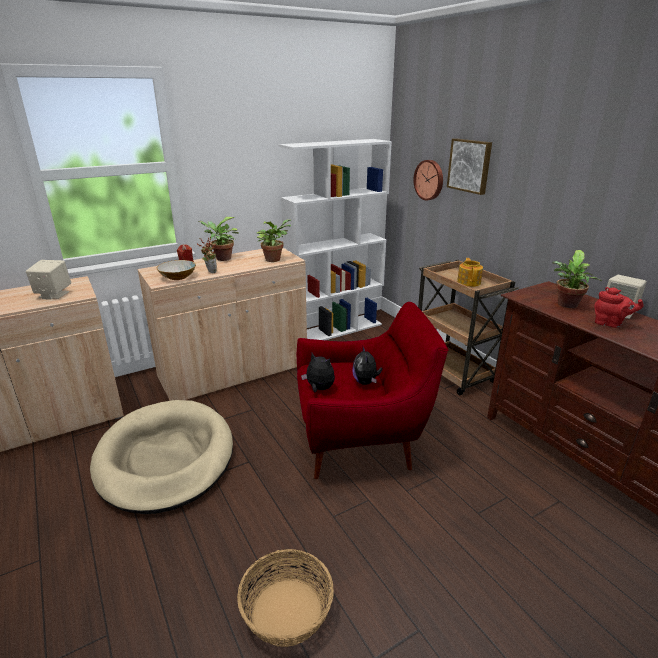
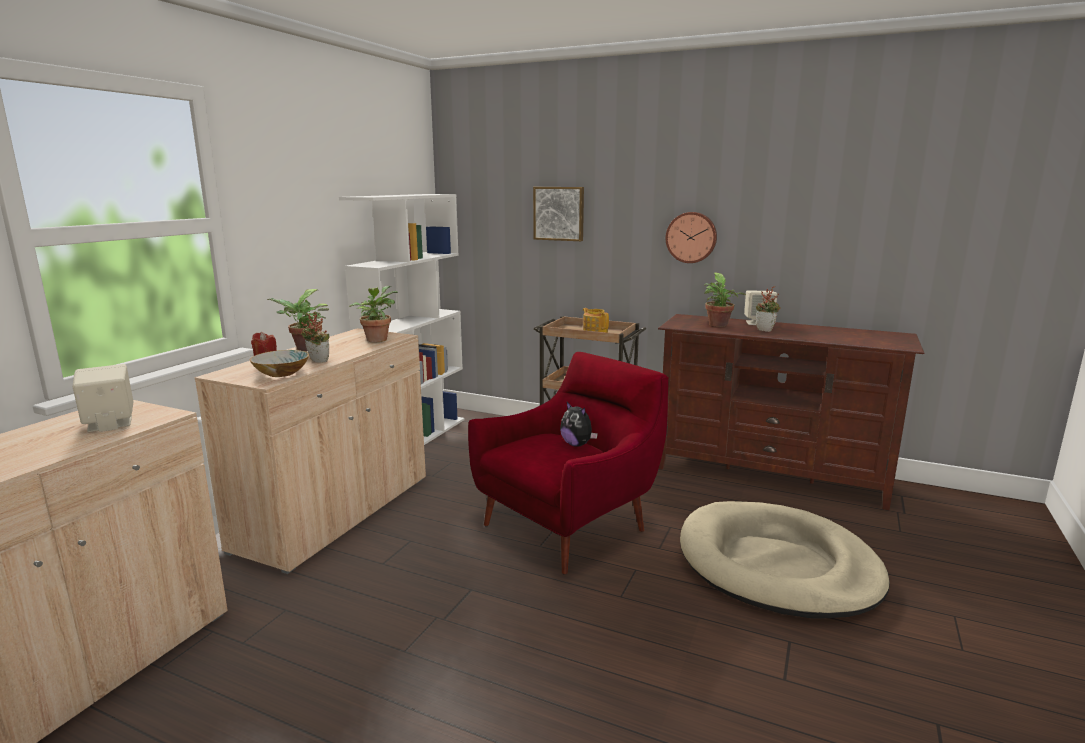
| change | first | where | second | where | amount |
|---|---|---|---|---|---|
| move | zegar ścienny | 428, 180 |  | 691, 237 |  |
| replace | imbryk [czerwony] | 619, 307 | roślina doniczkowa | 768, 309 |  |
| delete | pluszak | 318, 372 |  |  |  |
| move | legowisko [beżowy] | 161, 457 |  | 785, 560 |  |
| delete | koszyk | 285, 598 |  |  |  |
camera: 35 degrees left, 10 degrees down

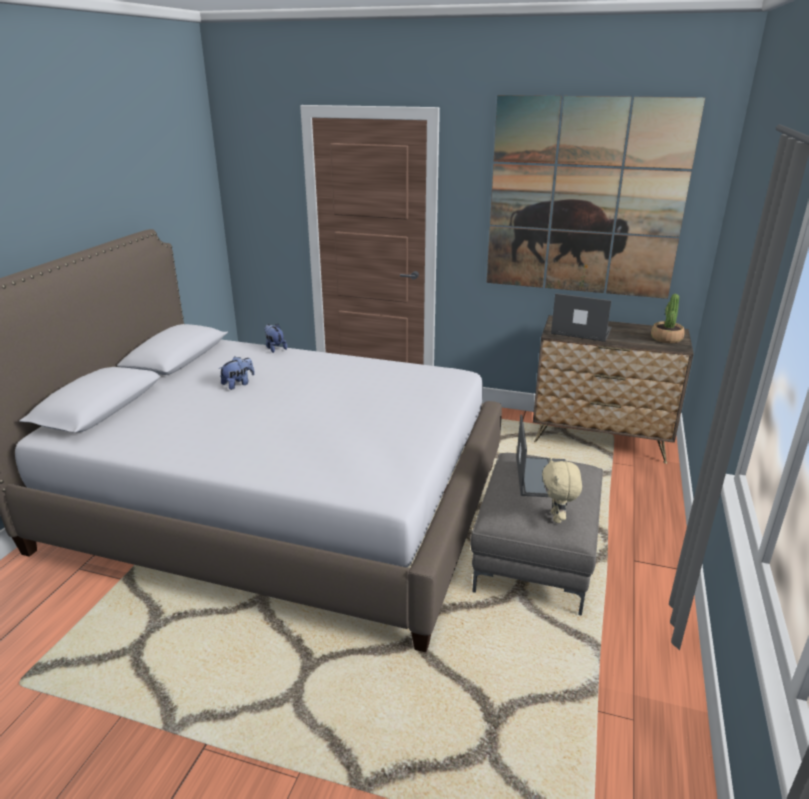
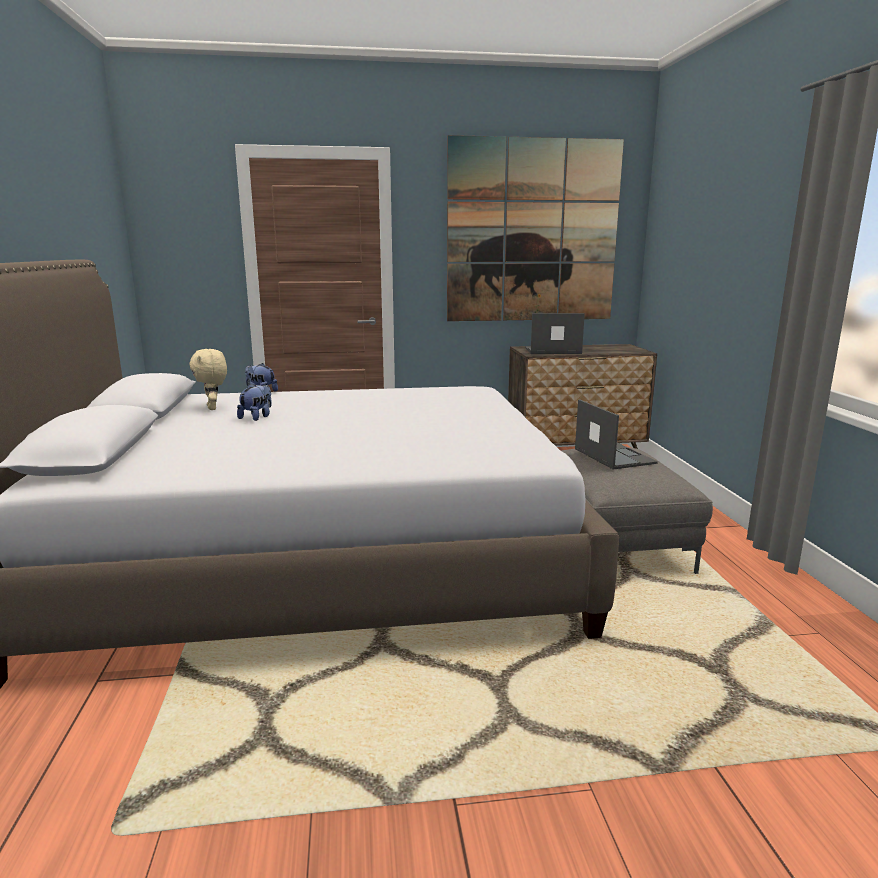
| change | first | where | second | where | amount |
|---|---|---|---|---|---|
| delete | roślina doniczkowa | 668, 318 |  |  |  |
| move | pluszak [beżowy] | 562, 490 |  | 208, 379 |  |
camera: 25 degrees left, 10 degrees down

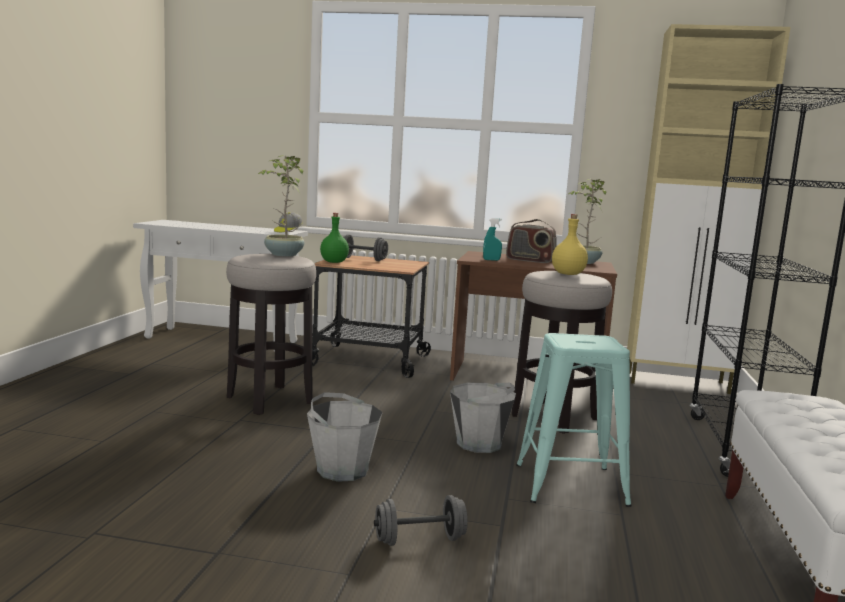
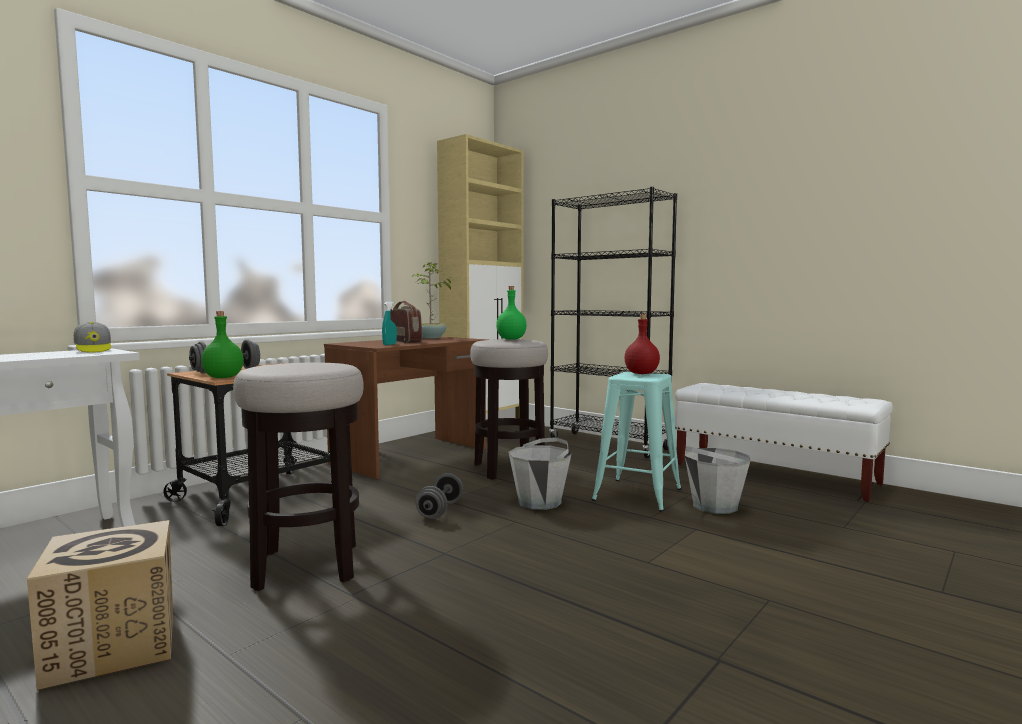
| change | first | where | second | where | amount |
|---|---|---|---|---|---|
| delete | roślina doniczkowa | 281, 206 |  |  |  |
| recolor | butelka [żółty] | 570, 244 | butelka [zielony] | 511, 313 |  |
| rotate | radio | 531, 241 |  | 406, 321 | 90 degrees counterclockwise |
| move | wiadro [szary] | 345, 437 |  | 718, 480 |  |
| move | hantel [szary] | 421, 520 |  | 440, 496 |  |
| insert |  |  | butelka [czerwony] | 642, 344 |  |
| insert |  |  | karton | 100, 605 |  |
camera: 60 degrees left, 5 degrees down

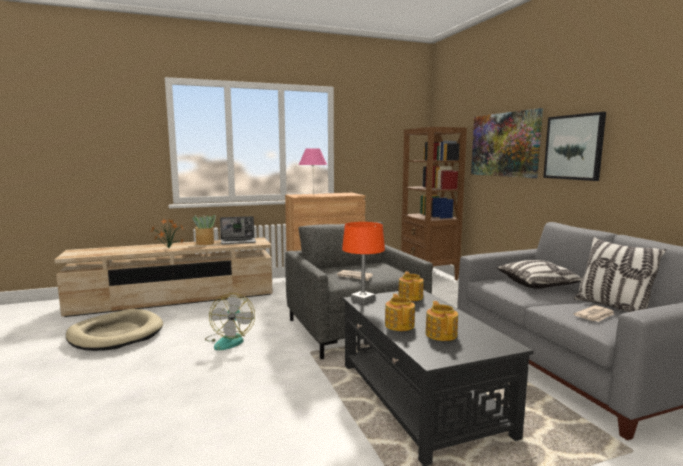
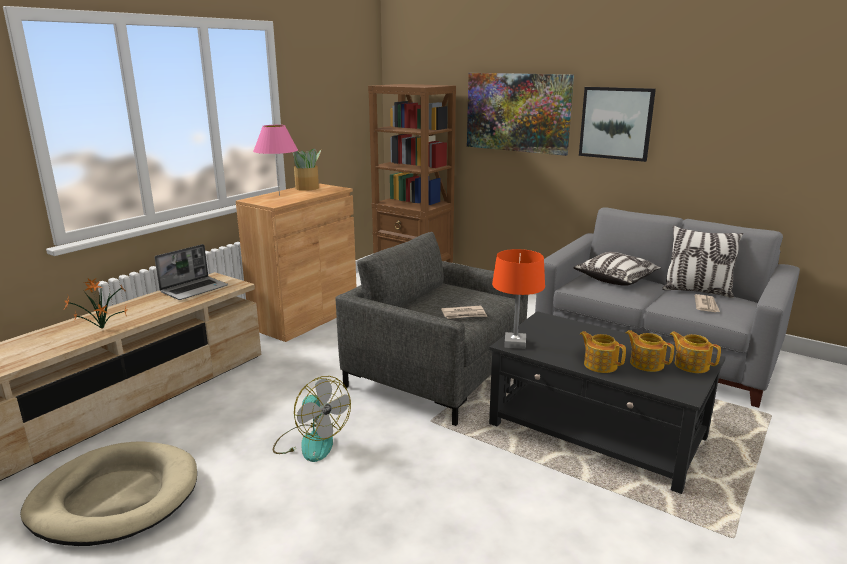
| change | first | where | second | where | amount |
|---|---|---|---|---|---|
| move | roślina doniczkowa | 204, 230 |  | 306, 169 |  |
| move | imbryk | 411, 286 |  | 695, 352 |  |
camera: 35 degrees left, 10 degrees up

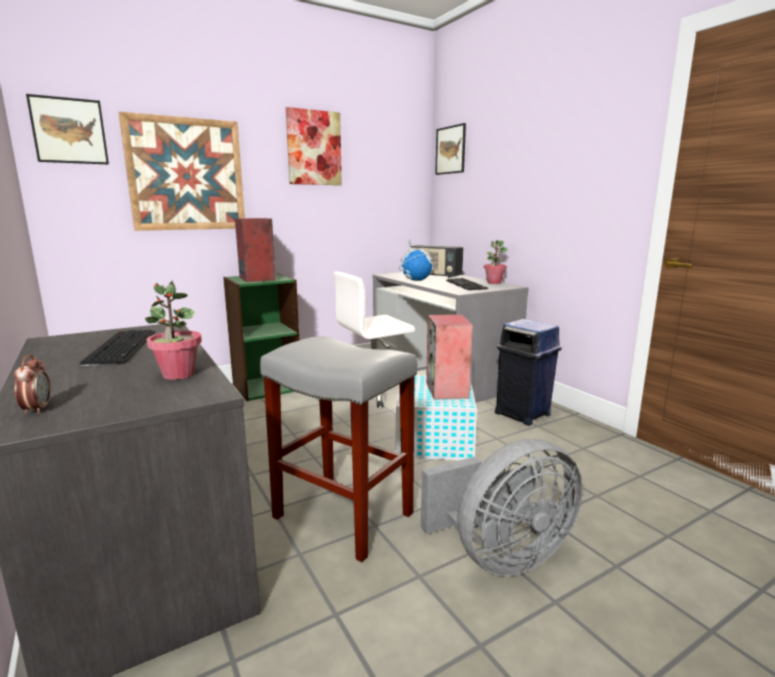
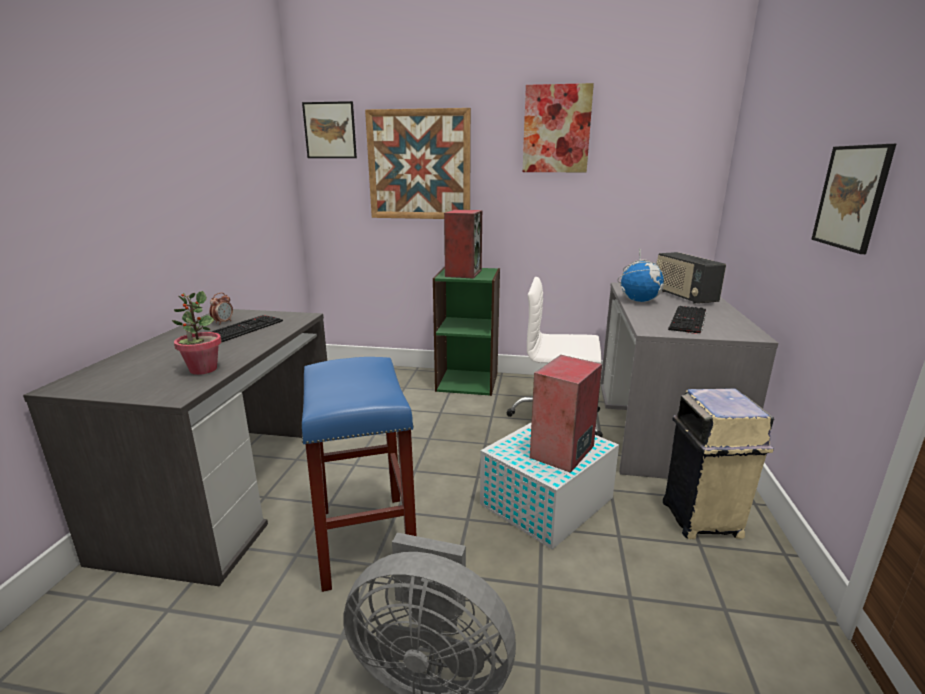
| change | first | where | second | where | amount |
|---|---|---|---|---|---|
| move | obraz | 450, 149 |  | 853, 199 |  |
| delete | roślina doniczkowa | 496, 262 |  |  |  |
| recolor | kosz na śmieci [niebieski] | 528, 372 | kosz na śmieci [beżowy] | 718, 463 |  |
| recolor | stołek [szary] | 338, 449 | stołek [niebieski] | 359, 474 |  |
| move | budzik | 32, 384 |  | 221, 308 |  |
camera: 40 degrees right, 5 degrees up

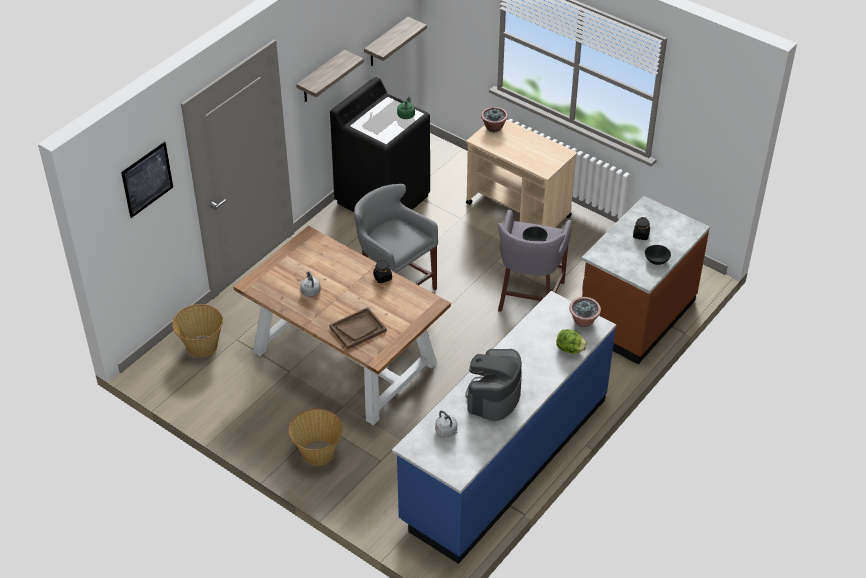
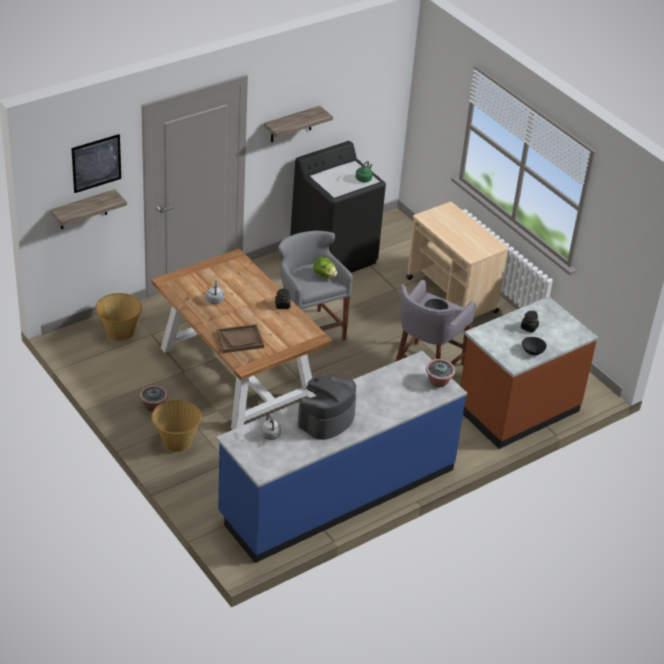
| change | first | where | second | where | amount |
|---|---|---|---|---|---|
| move | półka | 395, 41 |  | 88, 209 |  |
| move | roślina doniczkowa | 494, 119 |  | 154, 399 |  |
| move | sałata | 571, 341 |  | 325, 268 |  |
camera: 15 degrees right, 5 degrees down

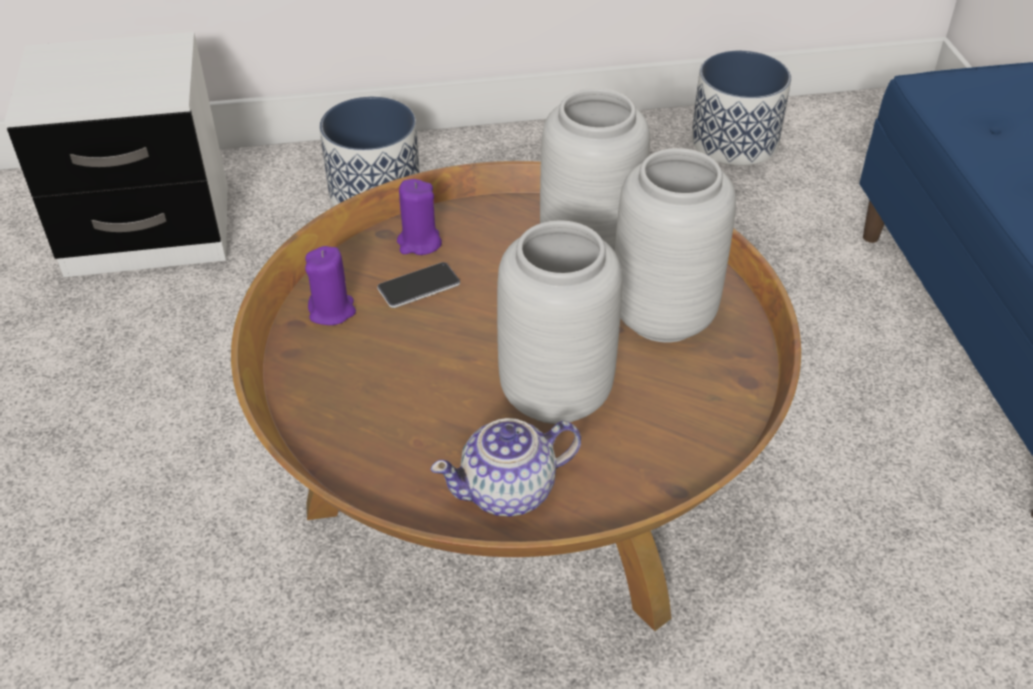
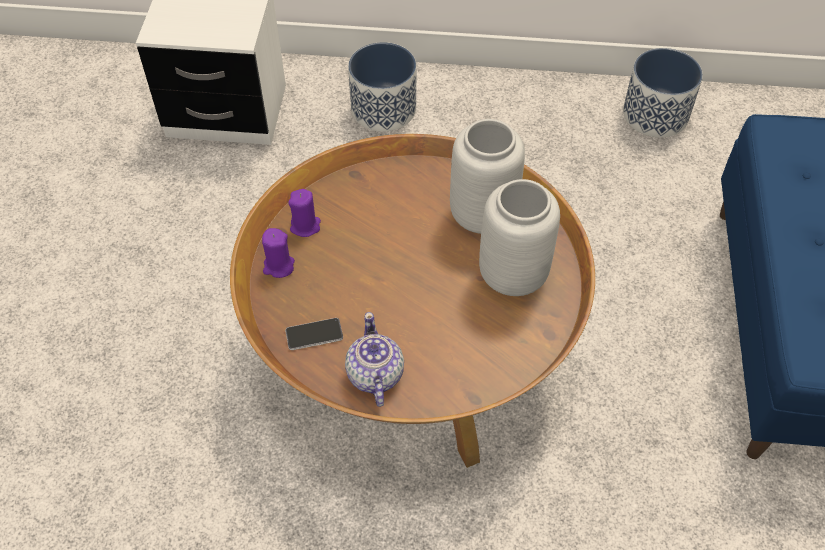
| change | first | where | second | where | amount |
|---|---|---|---|---|---|
| move | świeca [fioletowy] | 419, 217 |  | 278, 253 |  |
| delete | wazon [szary] | 559, 322 |  |  |  |
| move | telefon | 418, 285 |  | 314, 334 |  |
| rotate | imbryk | 506, 467 |  | 374, 359 | 90 degrees clockwise |
camera: 15 degrees right, 10 degrees up

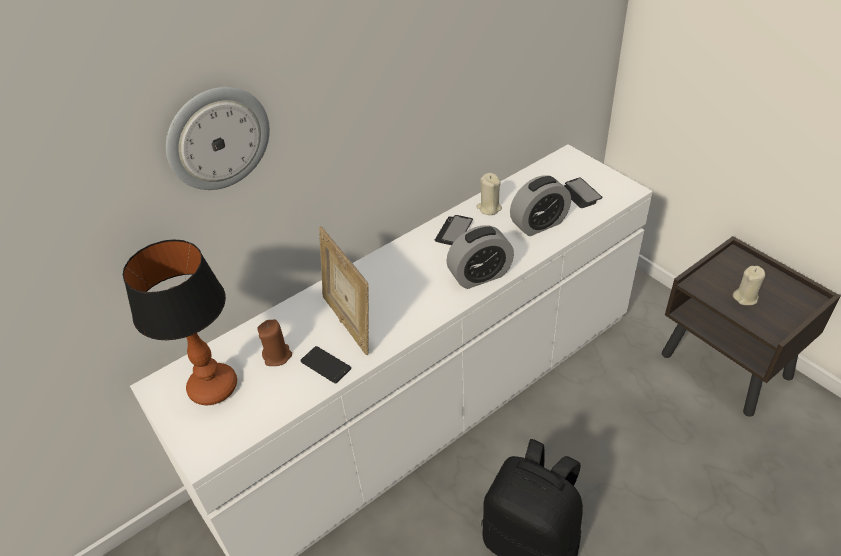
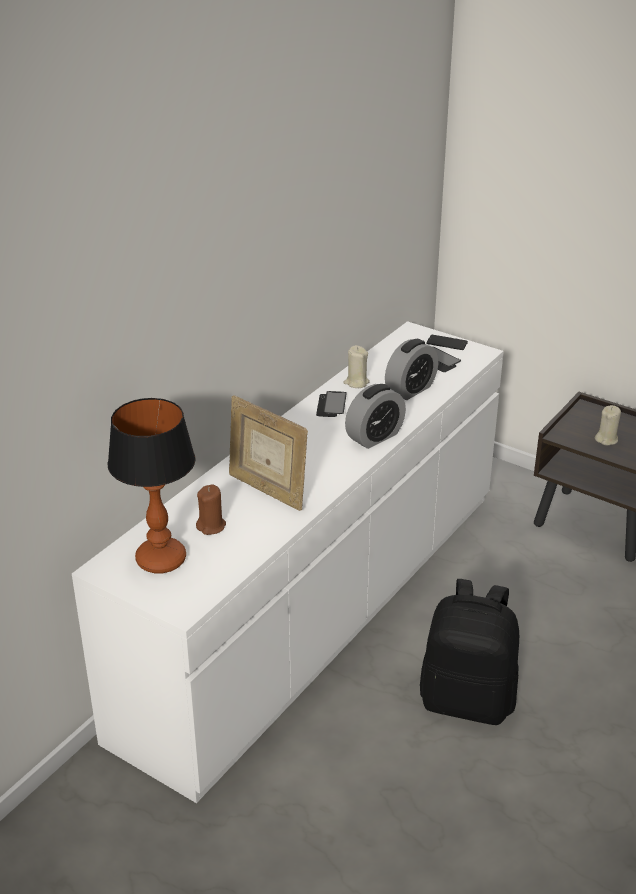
| change | first | where | second | where | amount |
|---|---|---|---|---|---|
| delete | zegar ścienny | 218, 138 |  |  |  |
| move | telefon | 325, 364 |  | 447, 342 |  |
camera: 20 degrees left, 10 degrees down

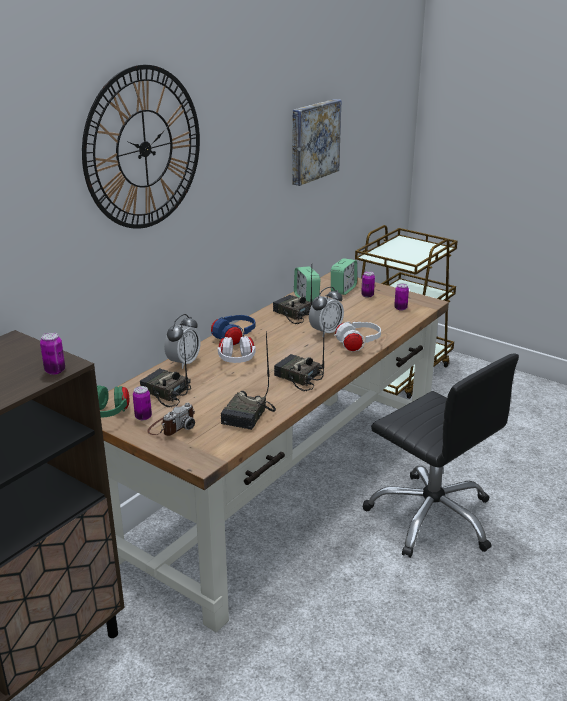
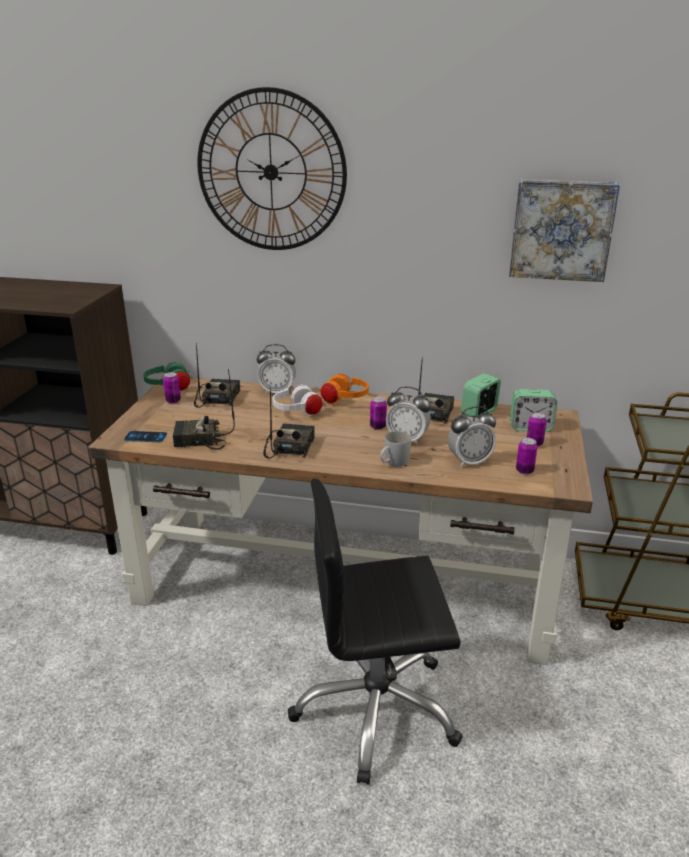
| change | first | where | second | where | amount |
|---|---|---|---|---|---|
| recolor | słuchawki [niebieski] | 233, 330 | słuchawki [pomarańczowy] | 344, 389 |  |
| replace | słuchawki [biały] | 357, 337 | kubek [biały] | 395, 449 |  |
| move | puszka | 52, 353 |  | 378, 413 |  |
| rotate | krzesło biurowe [czarny] | 441, 455 |  | 375, 632 | 60 degrees clockwise |
| delete | aparat fotograficzny | 171, 419 |  |  |  |
| insert |  |  | budzik | 472, 437 |  |
| insert |  |  | telefon | 145, 436 |  |
camera: 65 degrees right, 0 degrees up

